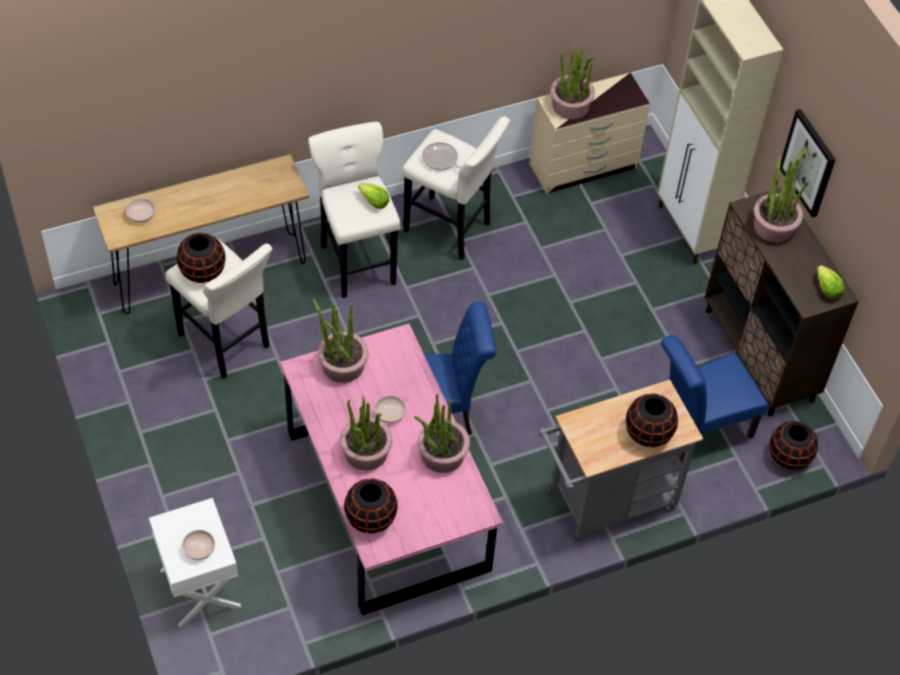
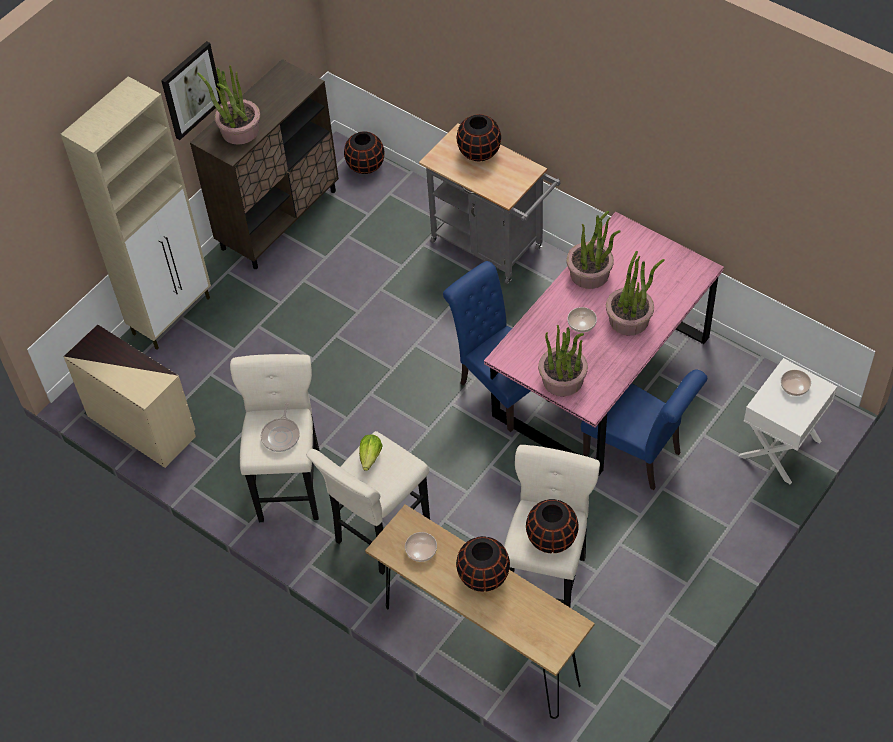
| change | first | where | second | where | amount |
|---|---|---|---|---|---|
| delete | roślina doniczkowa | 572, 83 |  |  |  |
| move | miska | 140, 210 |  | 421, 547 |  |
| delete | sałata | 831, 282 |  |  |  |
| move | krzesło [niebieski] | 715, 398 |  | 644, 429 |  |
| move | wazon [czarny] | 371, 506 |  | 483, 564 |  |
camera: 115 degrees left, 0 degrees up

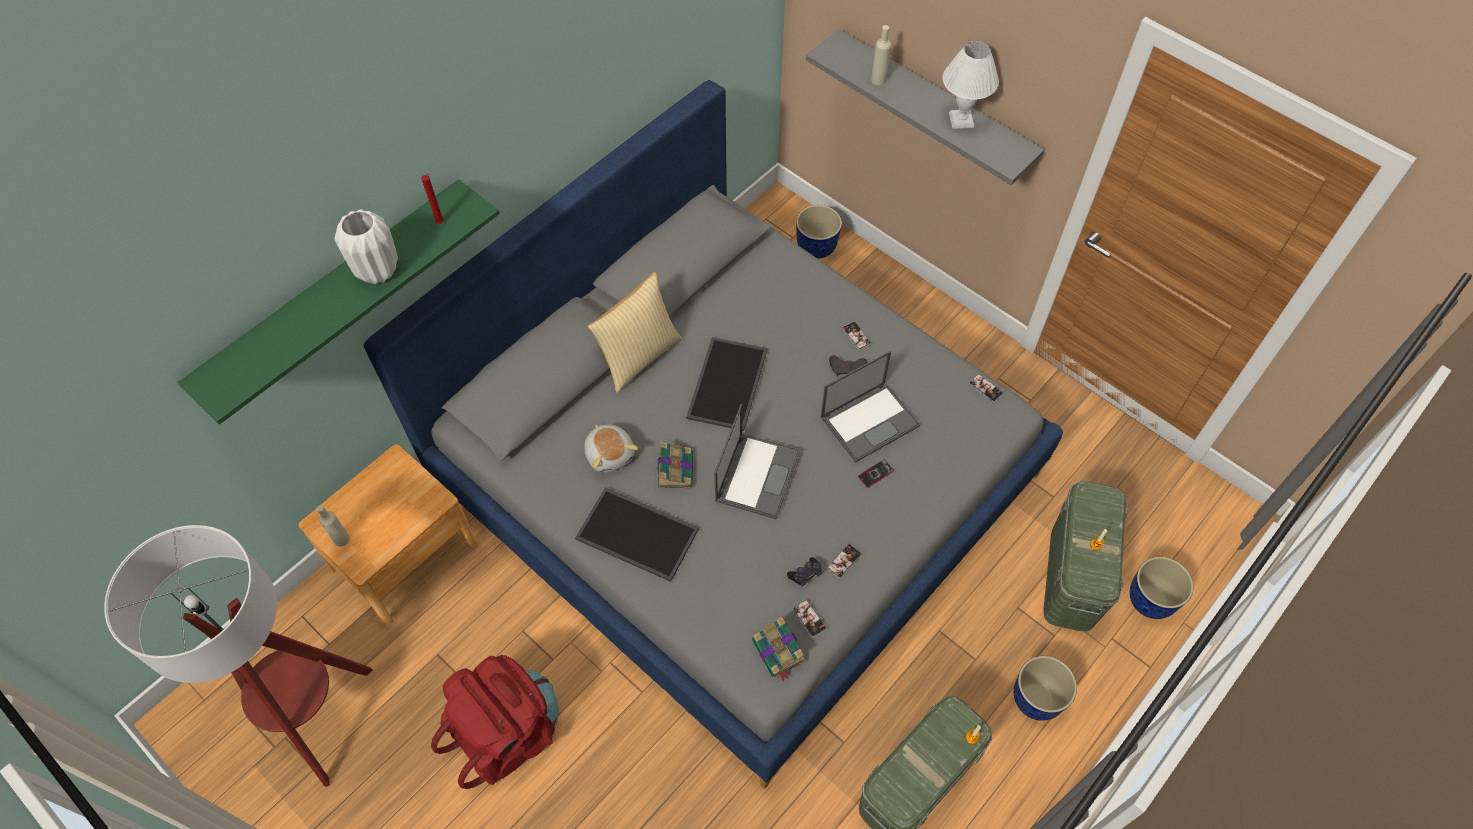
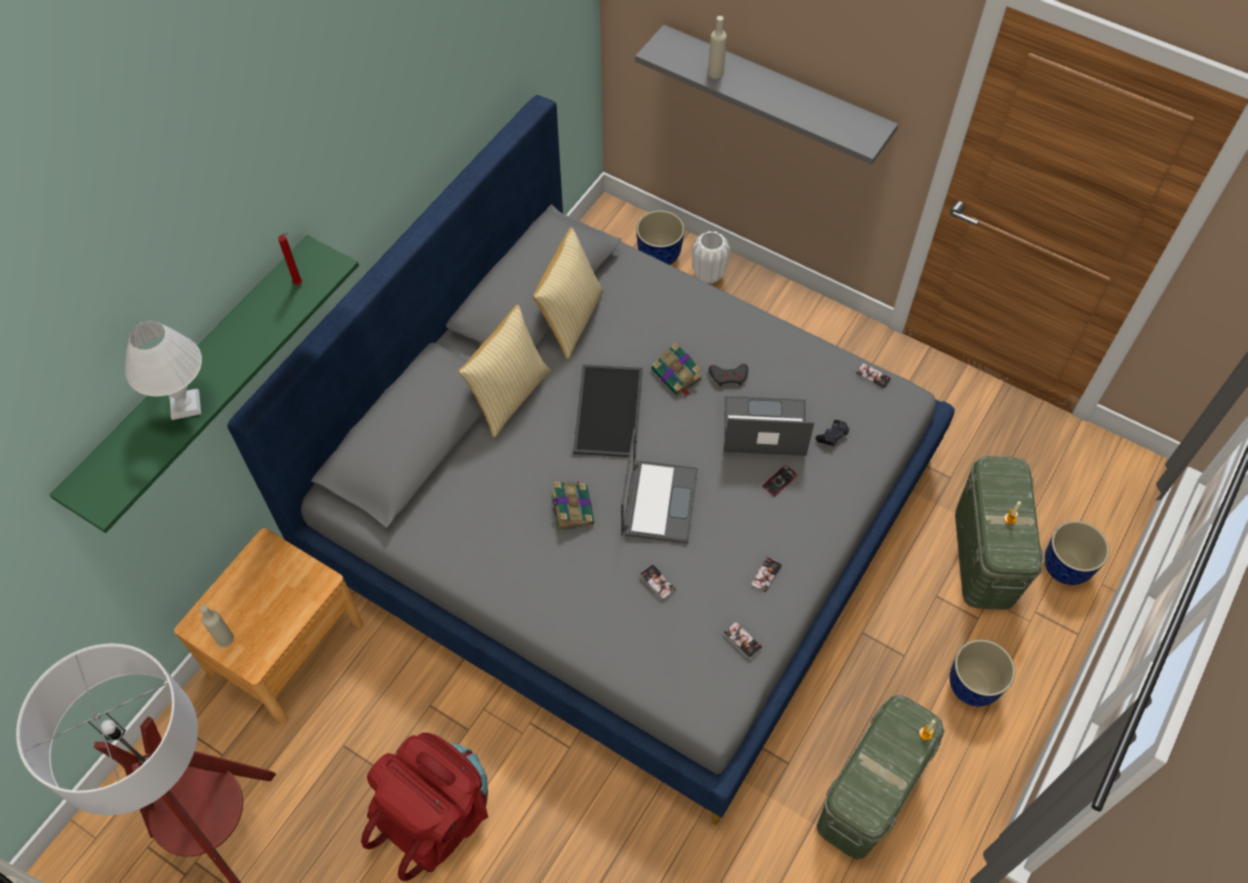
| change | first | where | second | where | amount |
|---|---|---|---|---|---|
| move | lampa stołowa [biały] | 970, 85 |  | 163, 370 |  |
| move | wazon [biały] | 366, 246 |  | 711, 257 |  |
| move | telefon | 856, 336 |  | 658, 582 |  |
| rotate | laptop | 870, 407 |  | 769, 426 | 135 degrees counterclockwise |
| delete | pluszak | 611, 449 |  |  |  |
| delete | taca | 637, 534 |  |  |  |
| move | pad do gier [czarny] | 804, 571 |  | 832, 433 |  |
| move | książka | 779, 649 |  | 677, 369 |  |
| insert |  |  | poduszka | 568, 293 |  |
camera: 10 degrees left, 0 degrees up

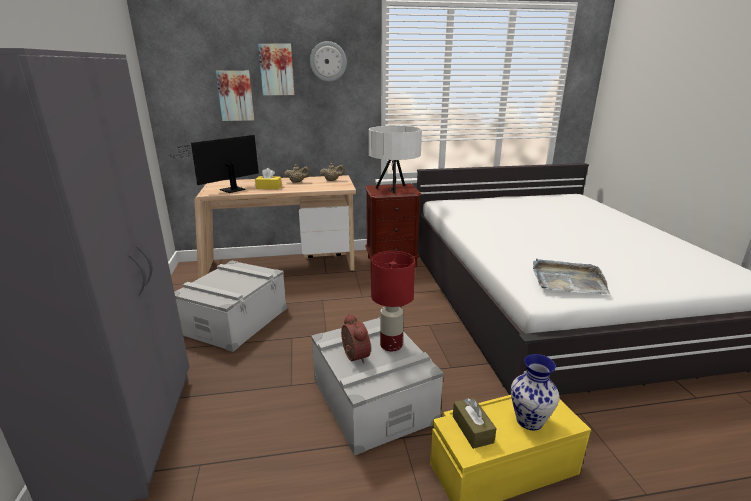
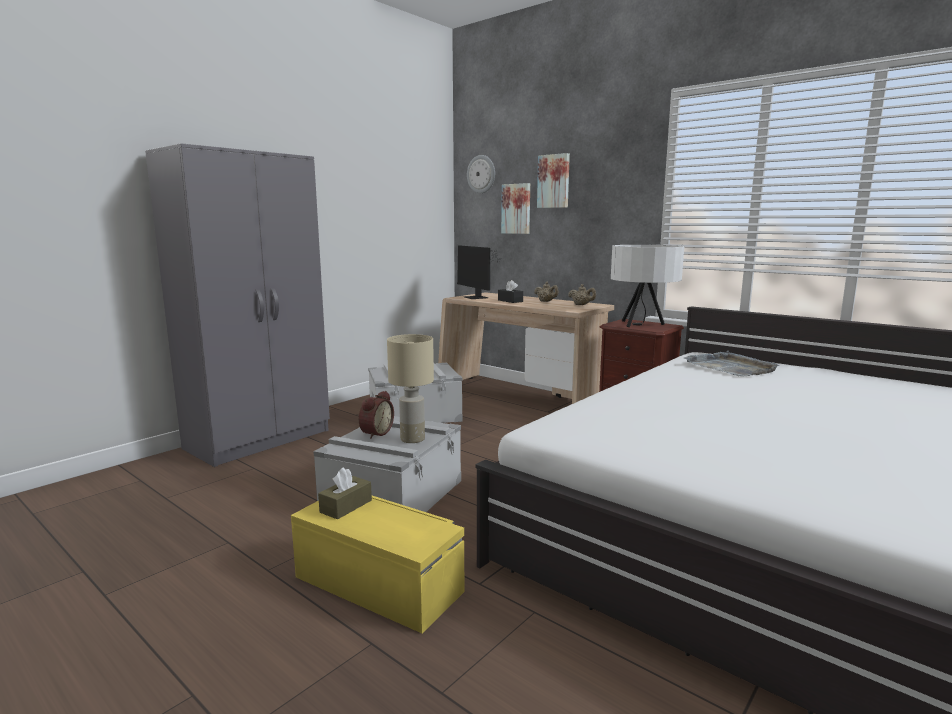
| change | first | where | second | where | amount |
|---|---|---|---|---|---|
| move | zegar ścienny | 328, 61 |  | 481, 174 |  |
| rotate | monitor | 213, 164 |  | 479, 272 | 120 degrees counterclockwise |
| recolor | pudełko chusteczek [żółty] | 268, 178 | pudełko chusteczek [czarny] | 510, 291 |  |
| recolor | lampa stołowa [czerwony] | 393, 301 | lampa stołowa [beżowy] | 410, 388 |  |
| move | taca [szary] | 571, 276 |  | 731, 364 |  |
| delete | wazon | 535, 392 |  |  |  |
camera: 50 degrees right, 10 degrees down

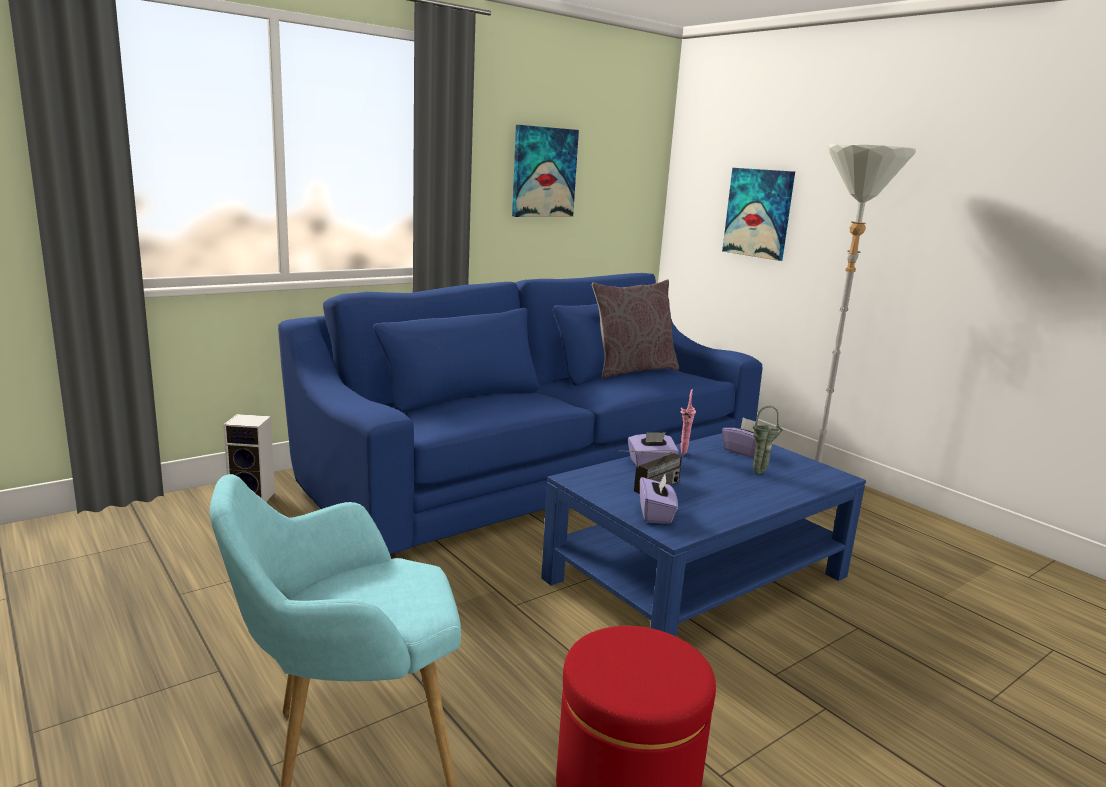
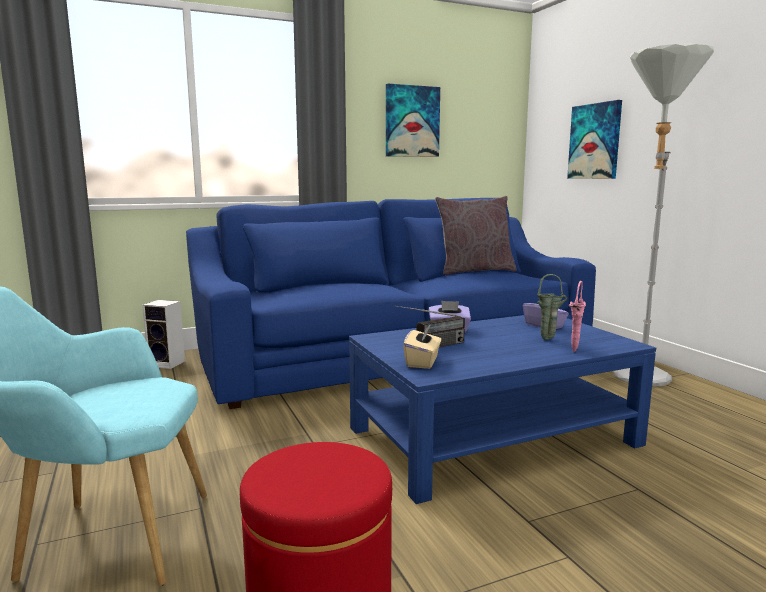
| change | first | where | second | where | amount |
|---|---|---|---|---|---|
| move | wazon [różowy] | 688, 422 |  | 577, 316 |  |
| recolor | pudełko chusteczek [fioletowy] | 659, 498 | pudełko chusteczek [beżowy] | 422, 346 |  |
camera: 15 degrees right, 5 degrees down

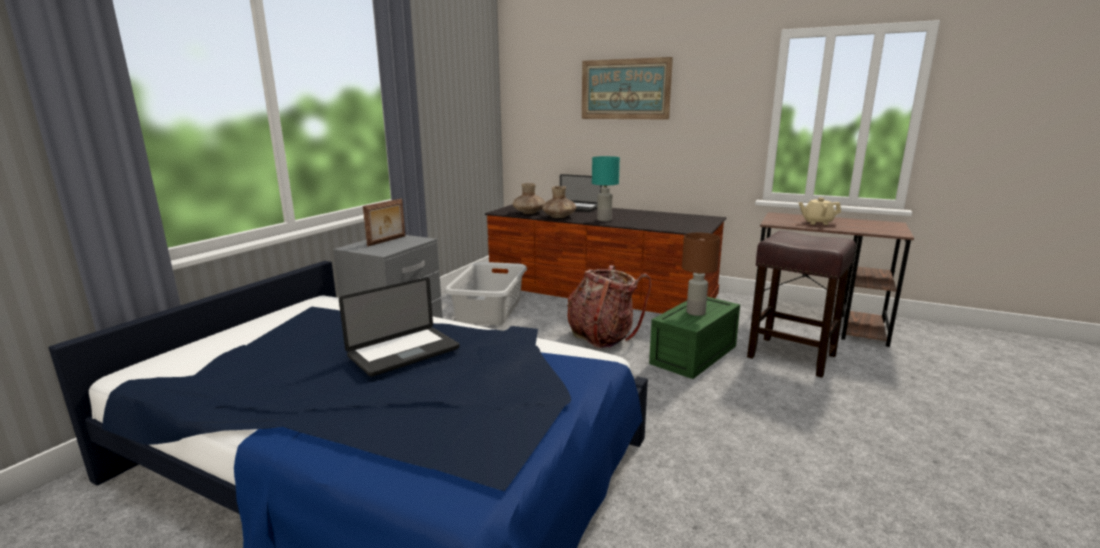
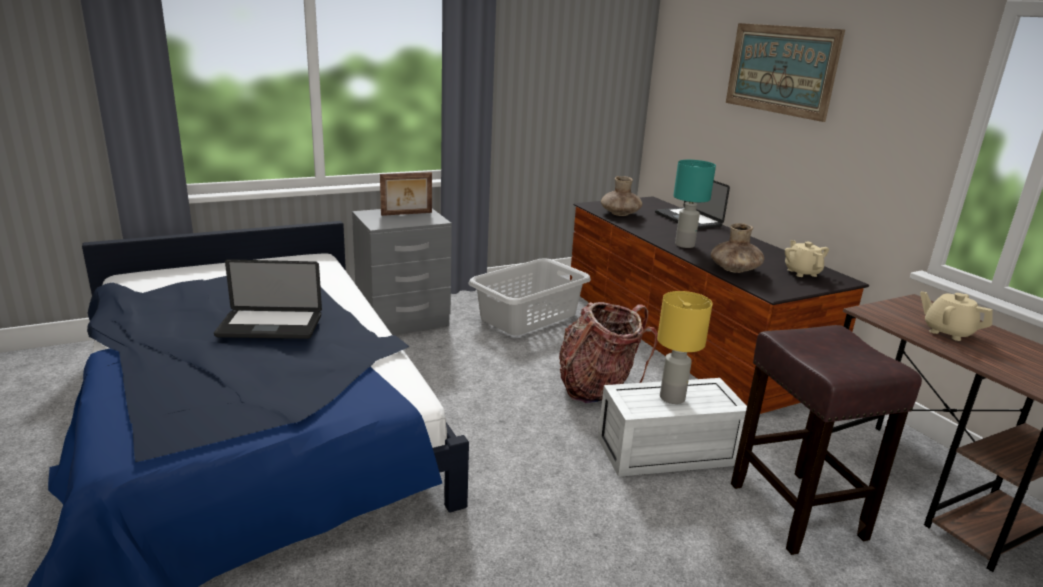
| change | first | where | second | where | amount |
|---|---|---|---|---|---|
| move | wazon [brązowy] | 559, 202 |  | 737, 248 |  |
| recolor | lampa stołowa [brązowy] | 701, 274 | lampa stołowa [żółty] | 685, 347 |  |
| recolor | pojemnik do przechowywania [zielony] | 694, 338 | pojemnik do przechowywania [biały] | 672, 427 |  |
| insert |  |  | imbryk [beżowy] | 807, 258 |  |
camera: 35 degrees right, 5 degrees up

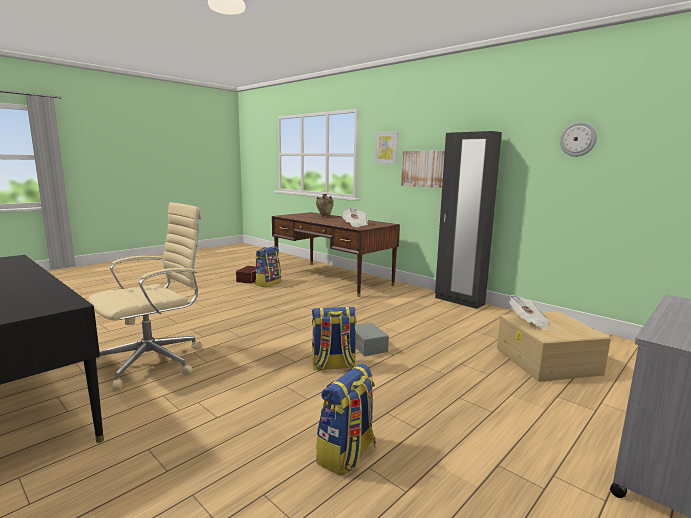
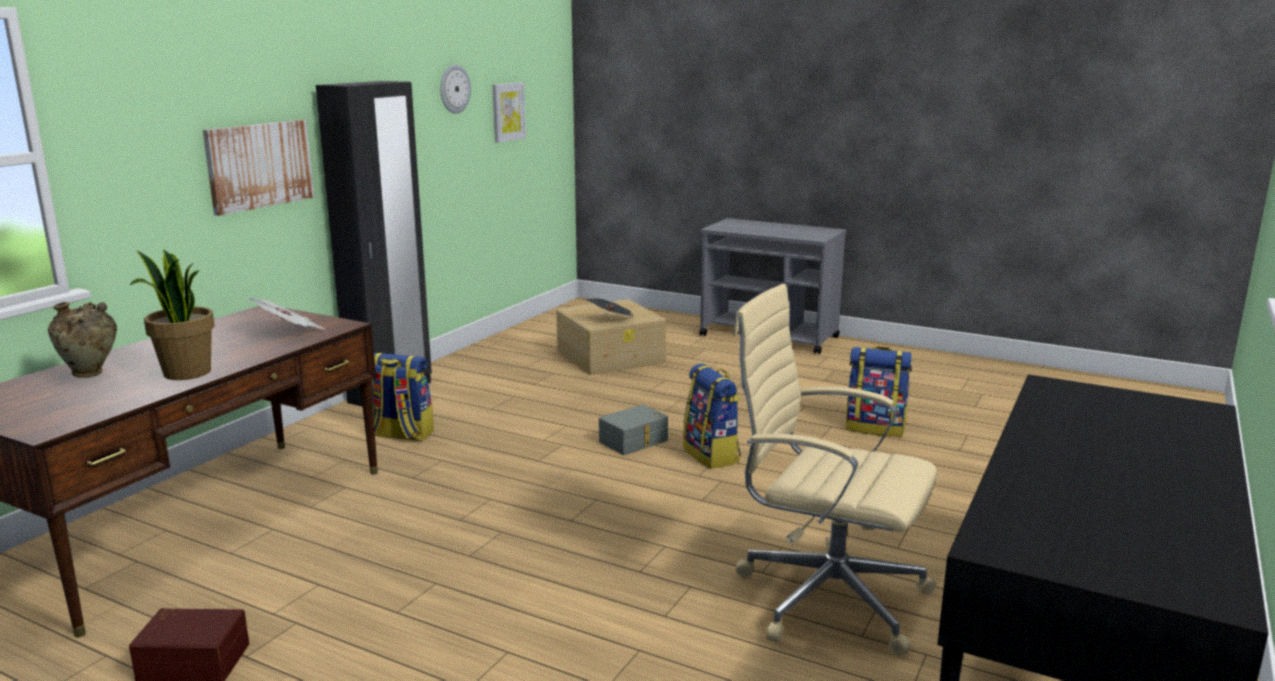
| change | first | where | second | where | amount |
|---|---|---|---|---|---|
| move | obraz | 387, 147 |  | 509, 112 |  |
| move | plecak | 268, 266 |  | 402, 397 |  |
| insert |  |  | roślina doniczkowa | 172, 314 |  |
camera: 105 degrees left, 5 degrees up

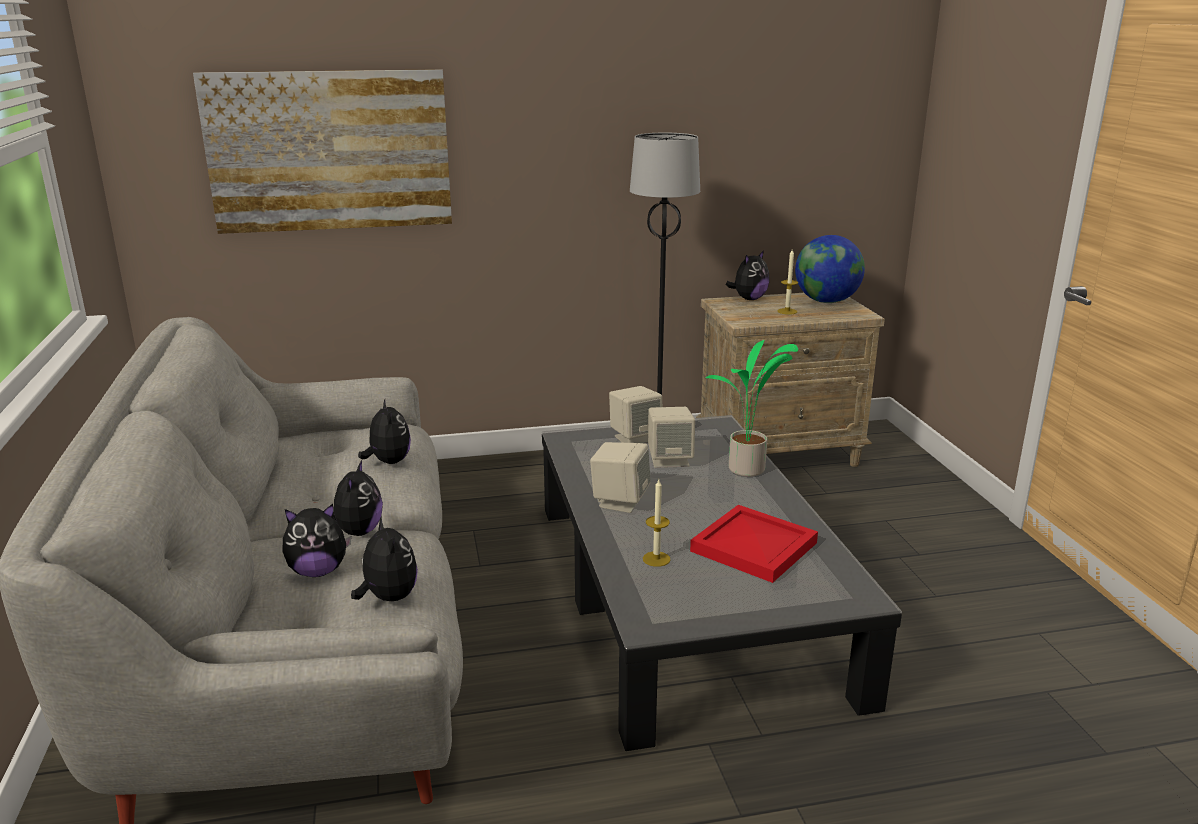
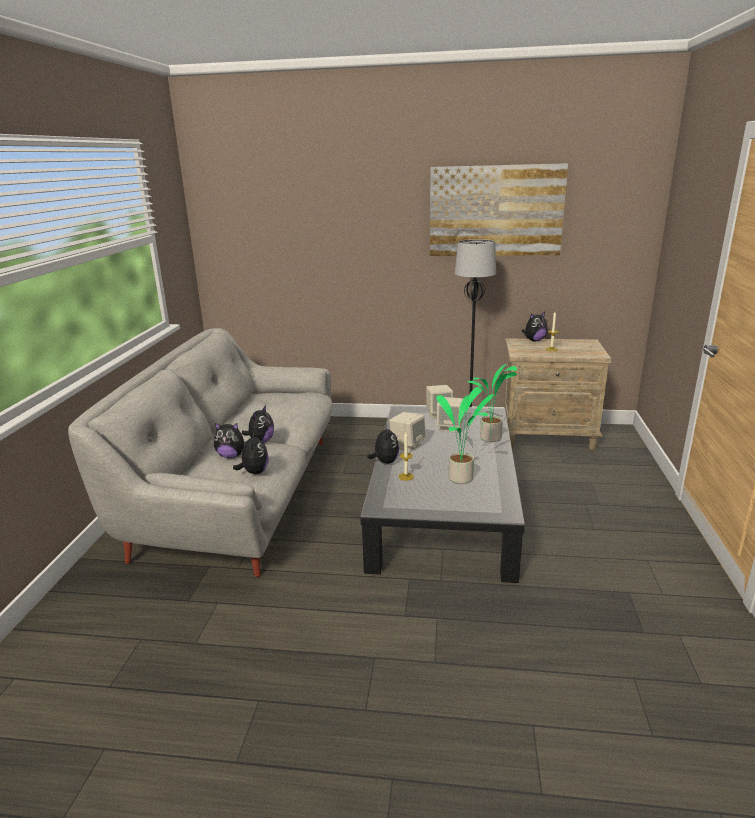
| change | first | where | second | where | amount |
|---|---|---|---|---|---|
| move | obraz | 322, 151 |  | 499, 209 |  |
| delete | globus | 830, 269 |  |  |  |
| move | pluszak | 384, 431 |  | 383, 444 |  |
| replace | taca [czerwony] | 754, 544 | roślina doniczkowa | 465, 435 |  |
camera: 20 degrees right, 0 degrees up

